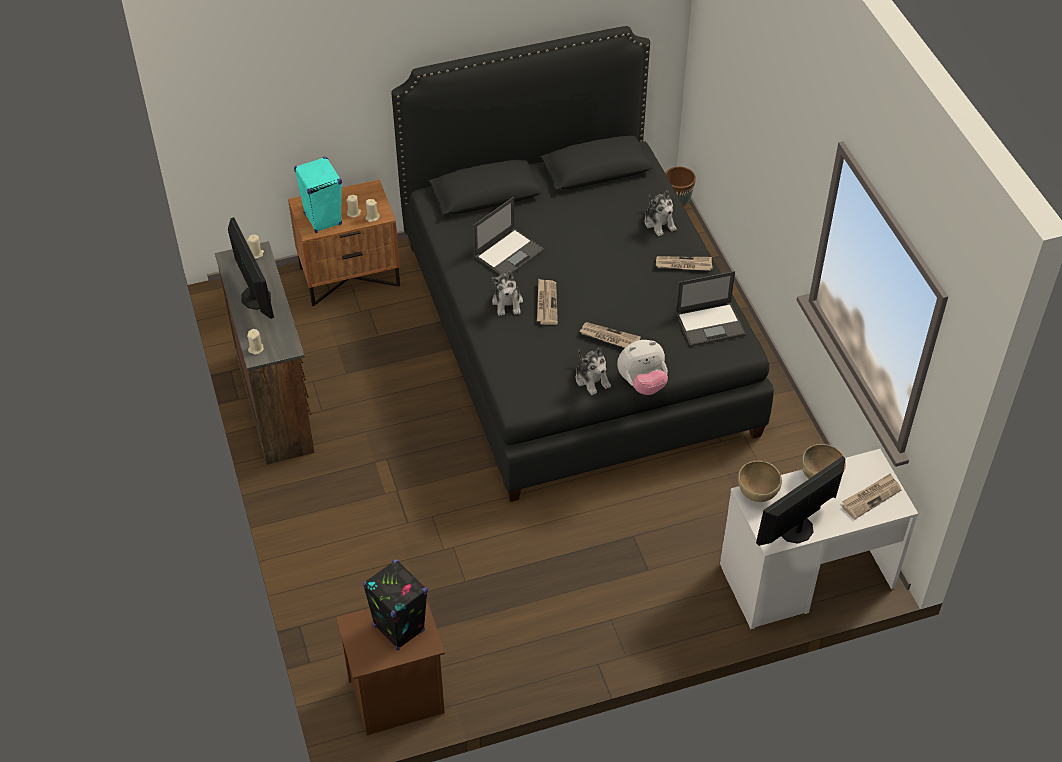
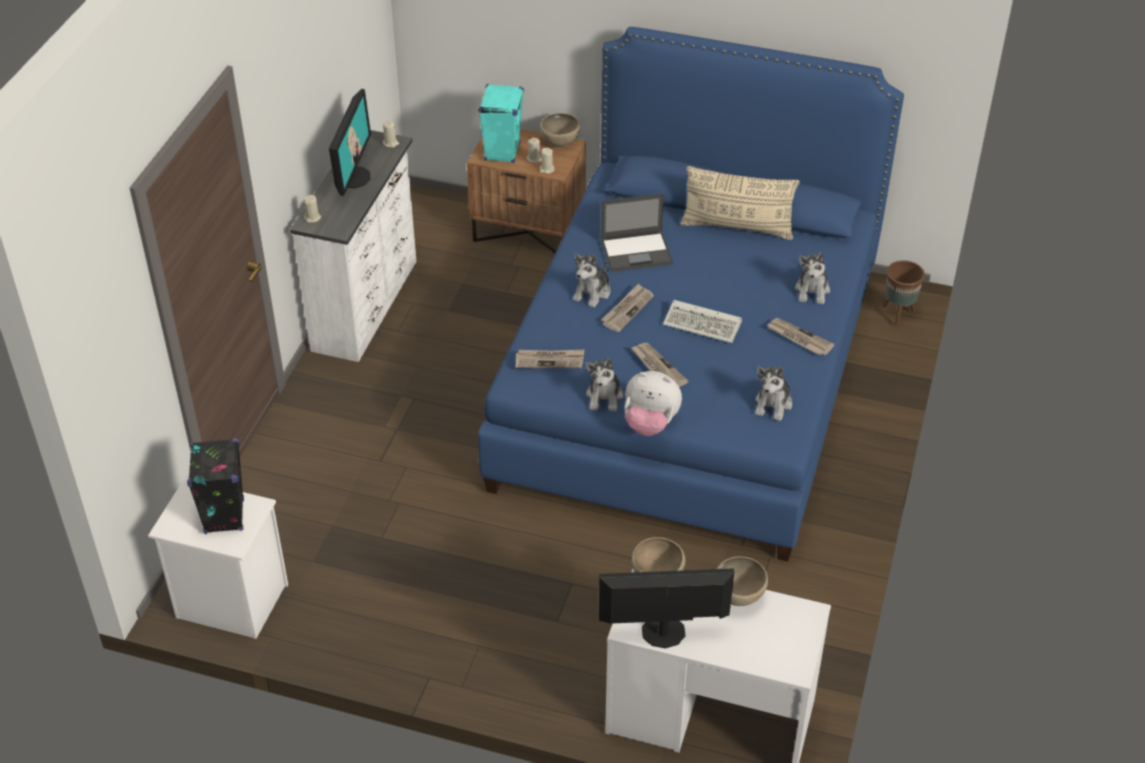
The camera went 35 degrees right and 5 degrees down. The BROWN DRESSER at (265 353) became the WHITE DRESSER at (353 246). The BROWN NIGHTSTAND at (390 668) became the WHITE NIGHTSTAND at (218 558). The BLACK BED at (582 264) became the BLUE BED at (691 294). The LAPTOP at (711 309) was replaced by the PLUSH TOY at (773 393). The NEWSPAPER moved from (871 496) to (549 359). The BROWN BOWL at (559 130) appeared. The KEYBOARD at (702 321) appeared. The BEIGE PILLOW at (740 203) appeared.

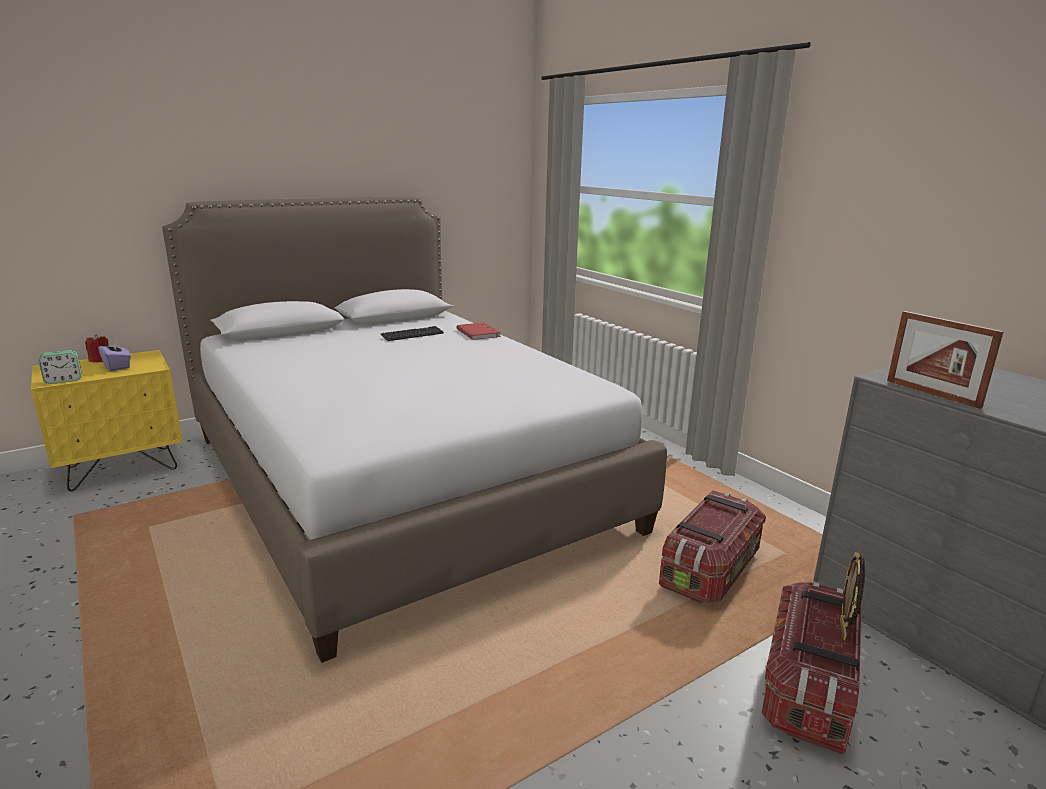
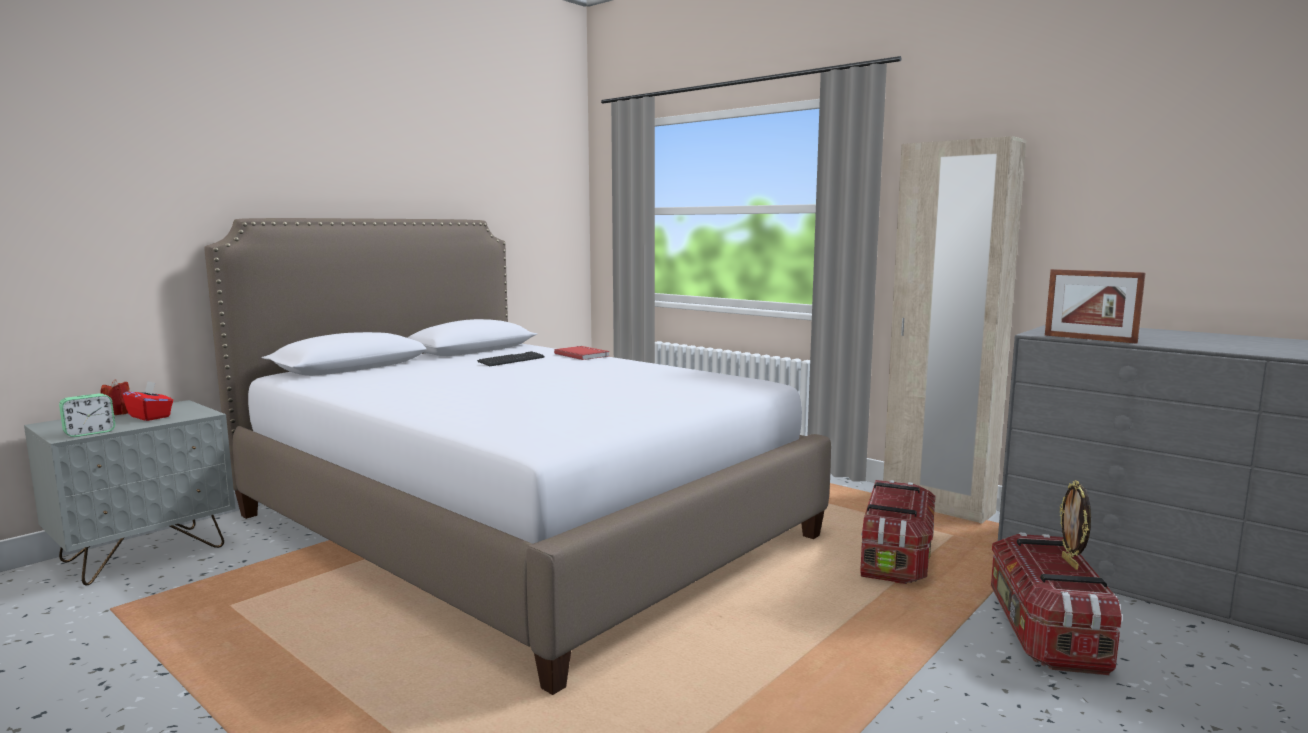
The camera went 15 degrees left and 10 degrees down. The YELLOW NIGHTSTAND at (107 420) became the GREY NIGHTSTAND at (130 492). The PURPLE TISSUE BOX at (114 354) became the RED TISSUE BOX at (147 401). The BEIGE WARDROBE at (954 330) appeared.

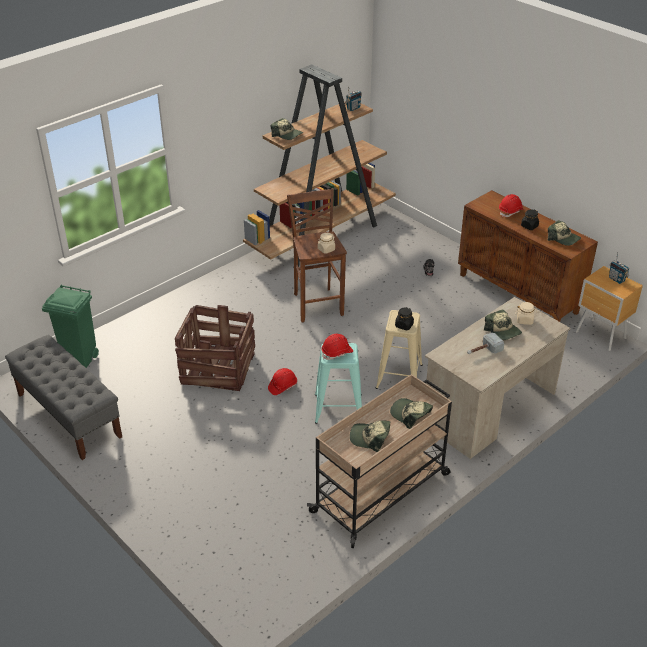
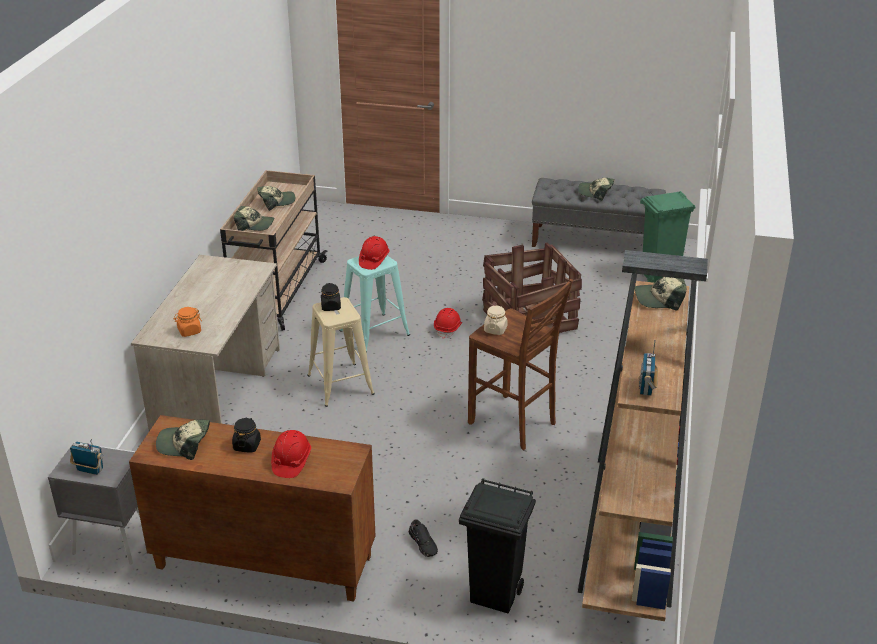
The camera went 145 degrees right and 5 degrees down. The HAMMER at (485 343) disappeared. The CAP moved from (503 325) to (596 189). The BEIGE JAR at (526 313) became the ORANGE JAR at (188 322). The BROWN NIGHTSTAND at (609 308) became the GREY NIGHTSTAND at (94 503). The BLACK TRASH CAN at (497 545) appeared.

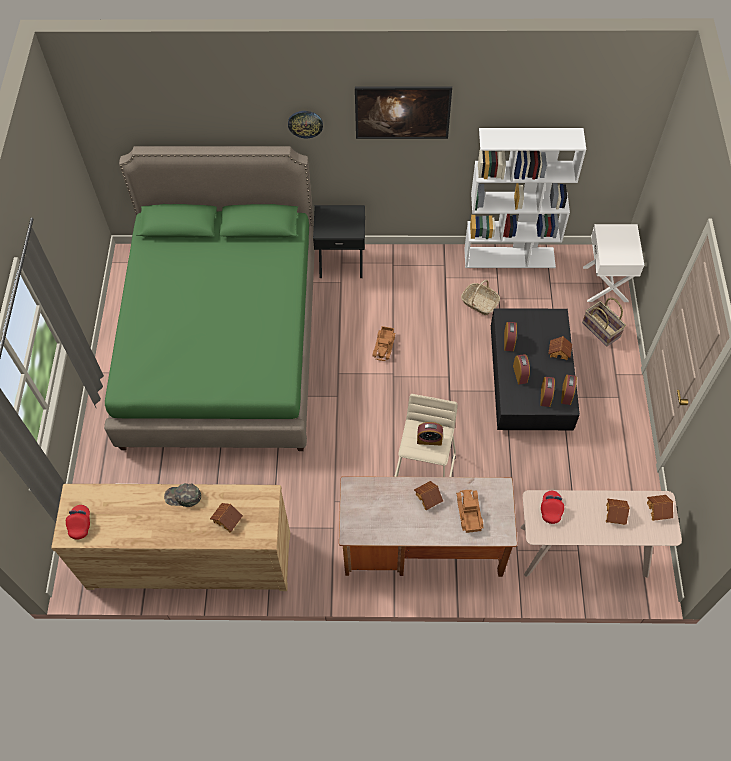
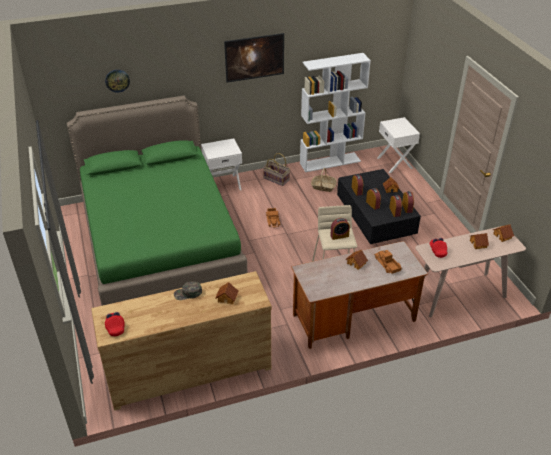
The camera went 20 degrees left and 20 degrees down. The WALL CLOCK moved from (305 124) to (117 81). The BLACK NIGHTSTAND at (339 241) became the WHITE NIGHTSTAND at (221 164). The BASKET moved from (604 322) to (276 169).

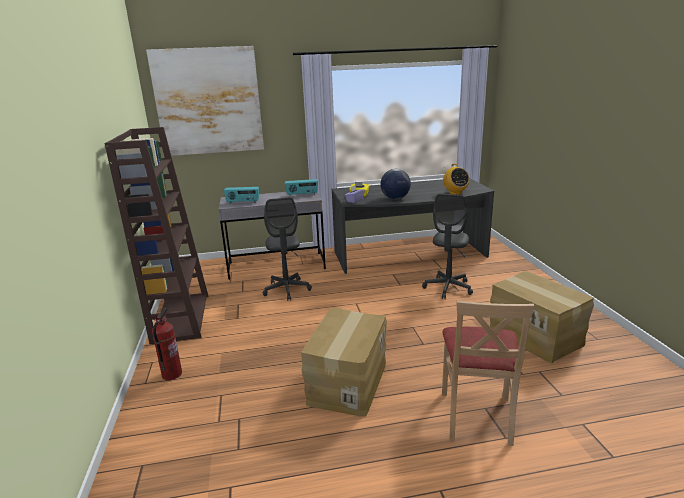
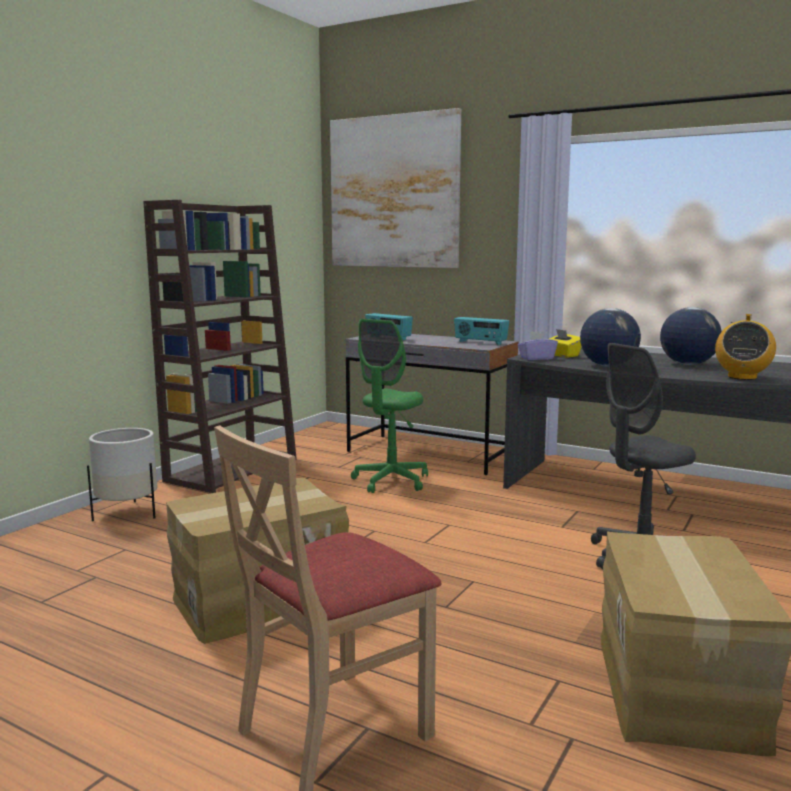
The camera went 40 degrees right and 10 degrees down. The FIRE EXTINGUISHER at (167 344) was replaced by the WHITE PLANTER at (122 474). The GREY OFFICE CHAIR at (287 249) became the GREEN OFFICE CHAIR at (389 406). The GLOBE at (691 336) appeared.

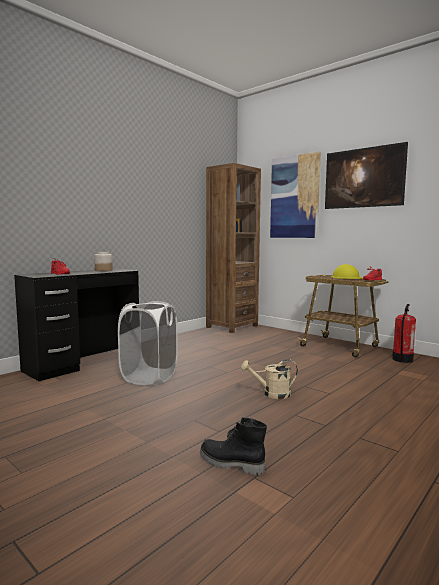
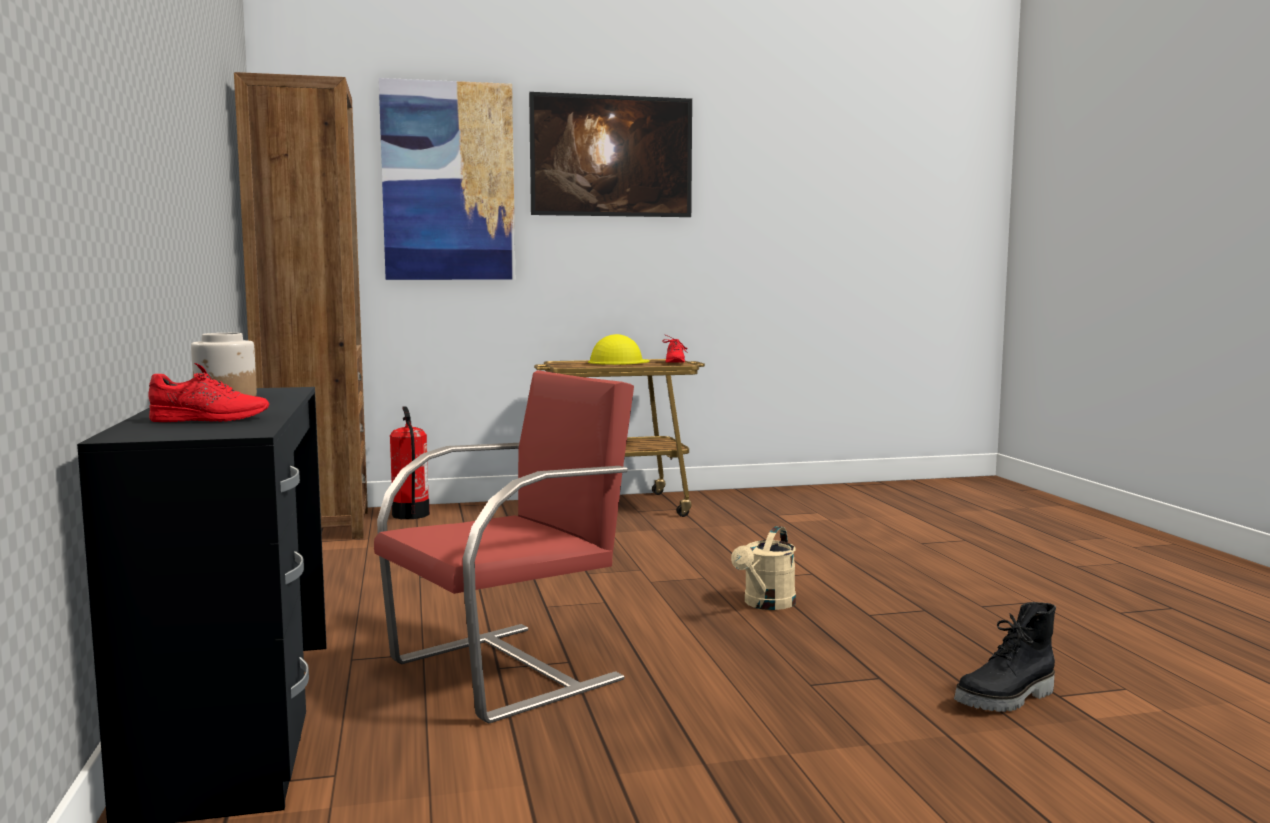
The camera went 55 degrees left and 0 degrees up. The WHITE LAUNDRY BASKET at (148 343) was replaced by the RED CHAIR at (504 547). The FIRE EXTINGUISHER moved from (404 333) to (410 462).

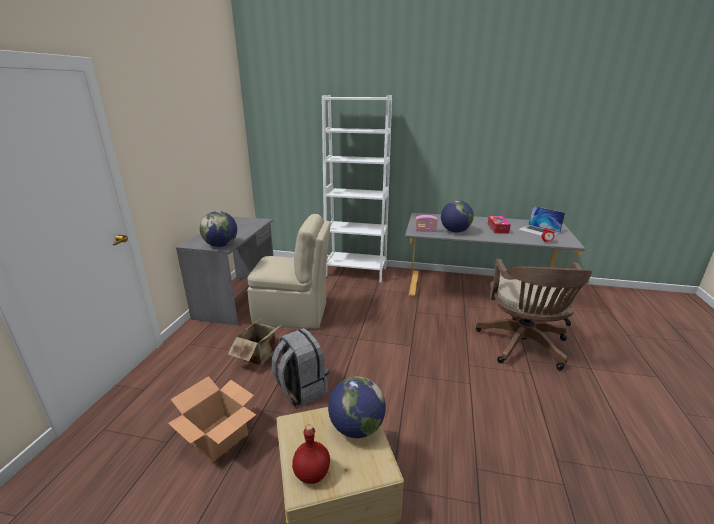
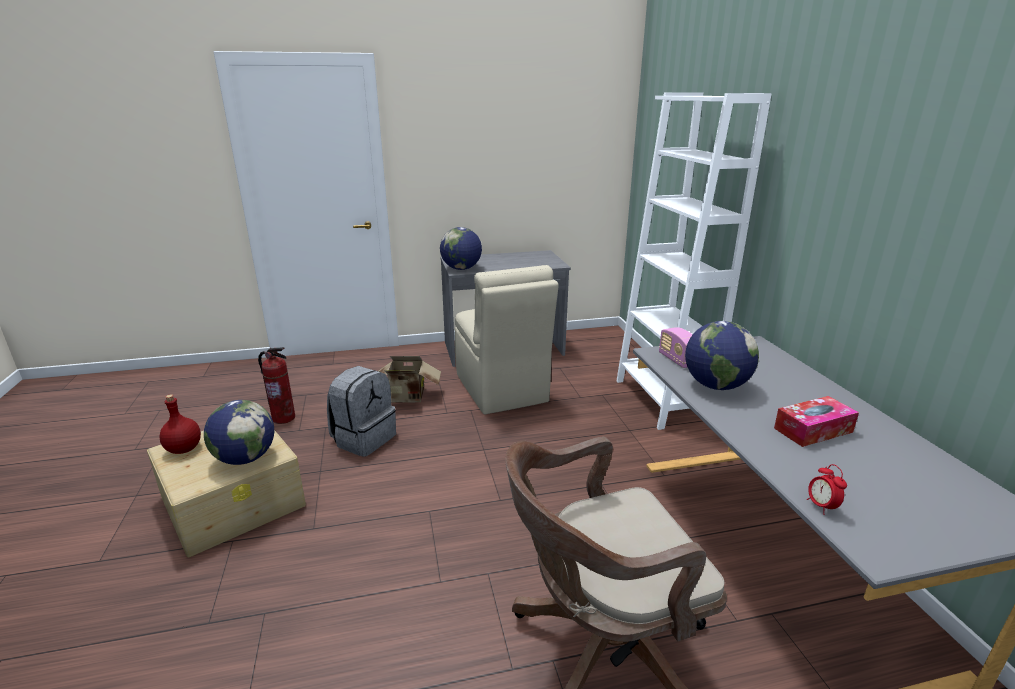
The camera went 65 degrees right and 0 degrees up. The CARDBOARD BOX at (212 419) was replaced by the FIRE EXTINGUISHER at (276 385). The LAPTOP at (541 221) disappeared.

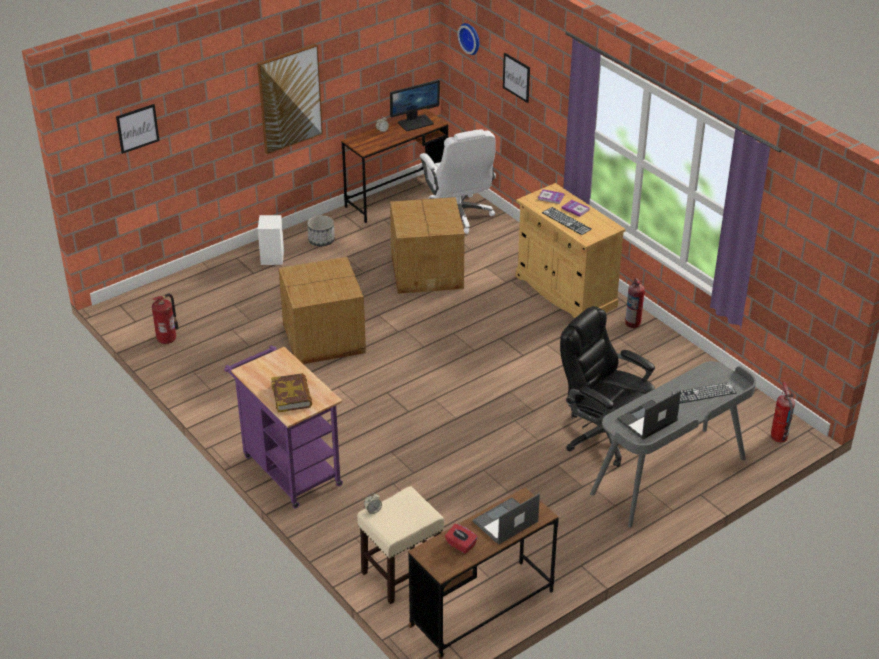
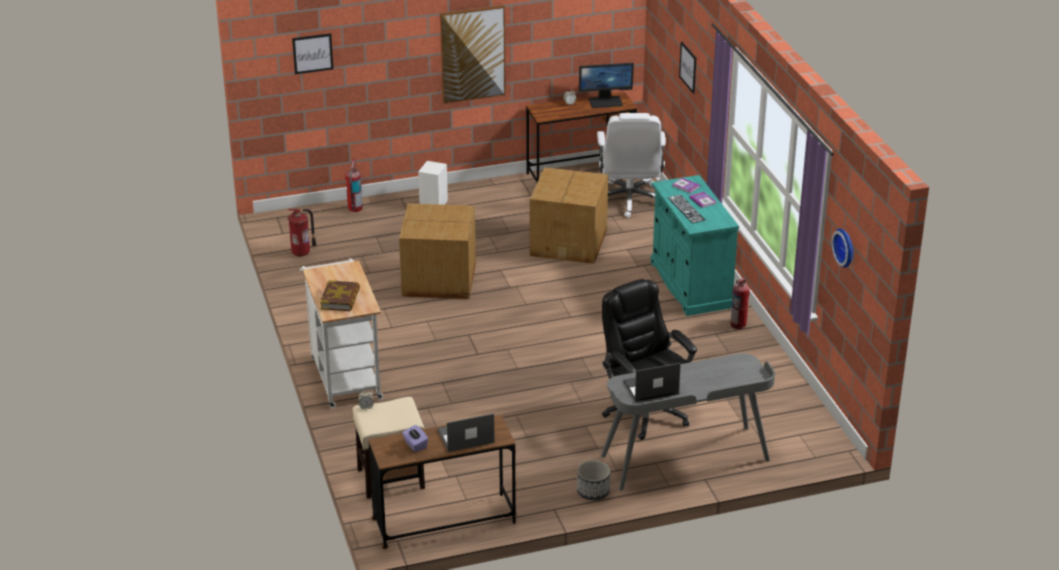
The camera went 20 degrees right and 5 degrees down. The PURPLE CART at (283 427) became the WHITE CART at (342 333). The PLANTER moved from (321 230) to (594 480). The RED TISSUE BOX at (461 539) became the PURPLE TISSUE BOX at (415 438). The WALL CLOCK moved from (468 39) to (842 248). The BEIGE CABINET at (571 251) became the TURQUOISE CABINET at (695 245). The KEYBOARD at (704 393) disappeared. The FIRE EXTINGUISHER moved from (783 412) to (354 185).

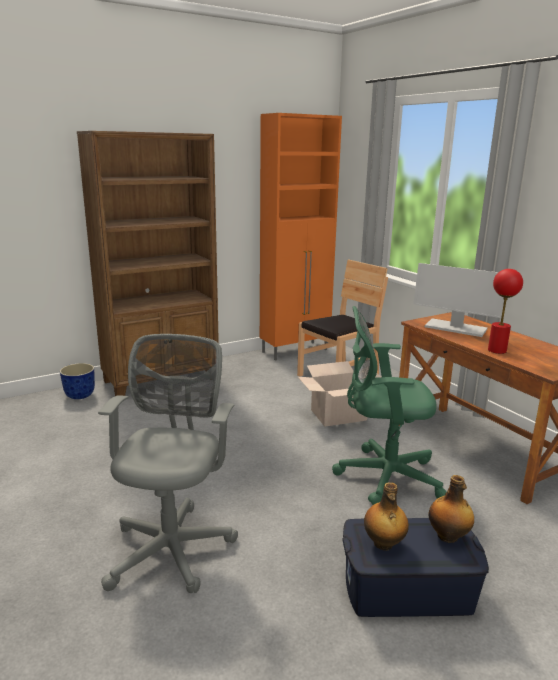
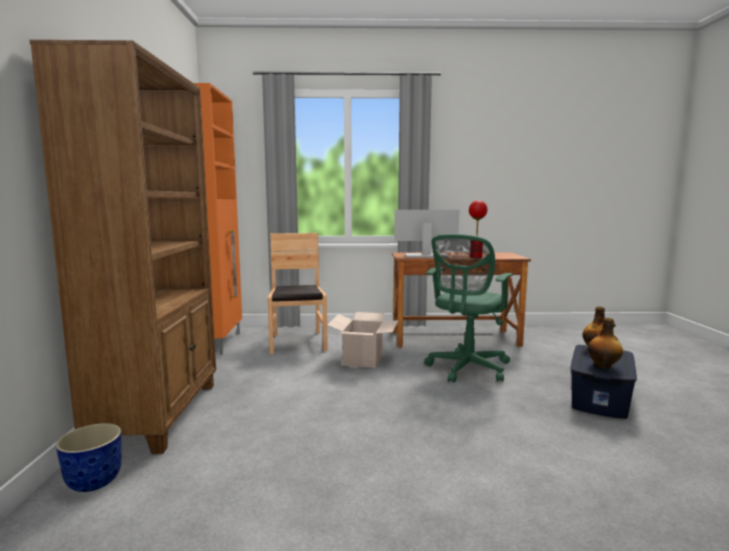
The camera went 60 degrees left and 10 degrees down. The GREY OFFICE CHAIR at (168 463) disappeared. The MONITOR at (458 300) turned 150 degrees counterclockwise.

